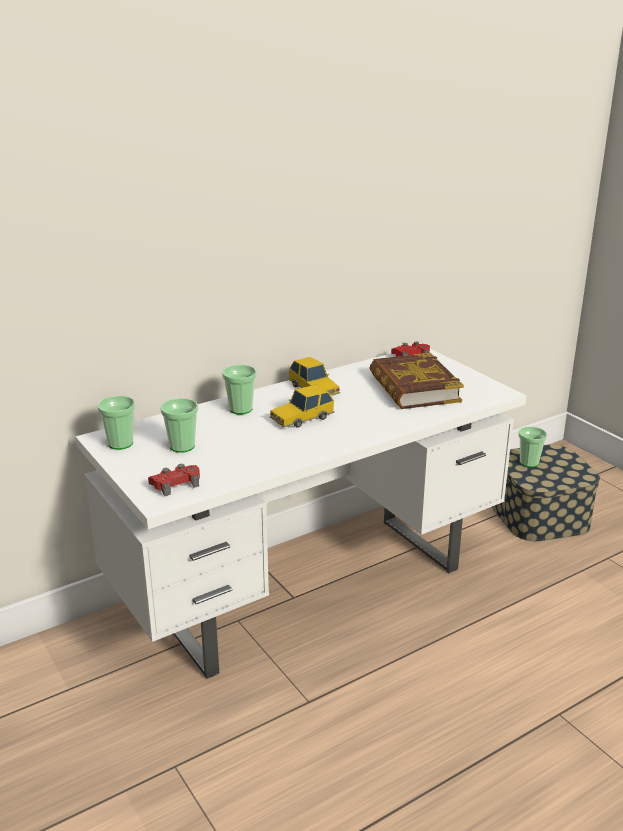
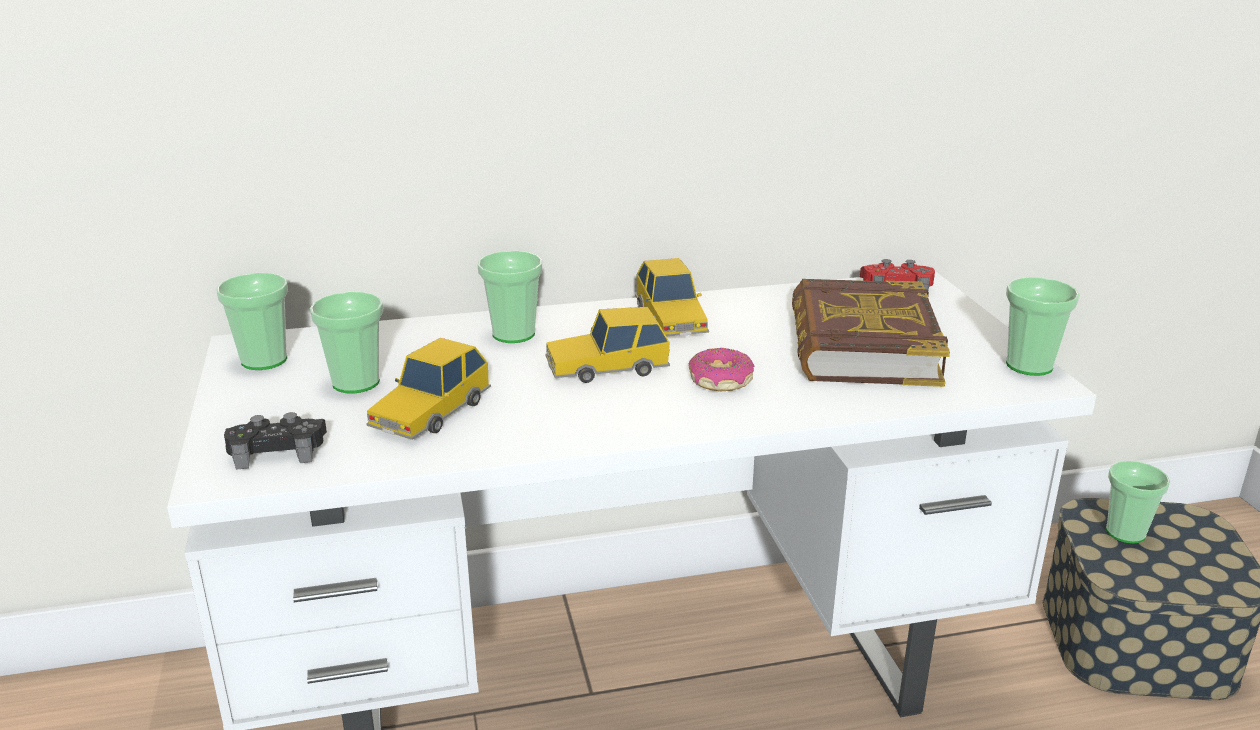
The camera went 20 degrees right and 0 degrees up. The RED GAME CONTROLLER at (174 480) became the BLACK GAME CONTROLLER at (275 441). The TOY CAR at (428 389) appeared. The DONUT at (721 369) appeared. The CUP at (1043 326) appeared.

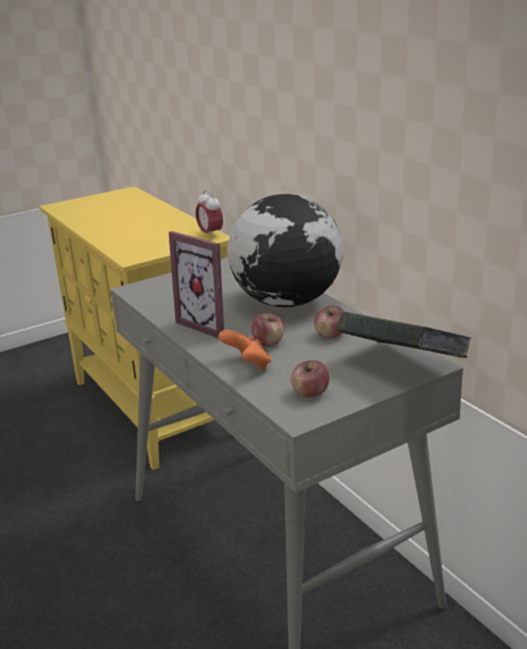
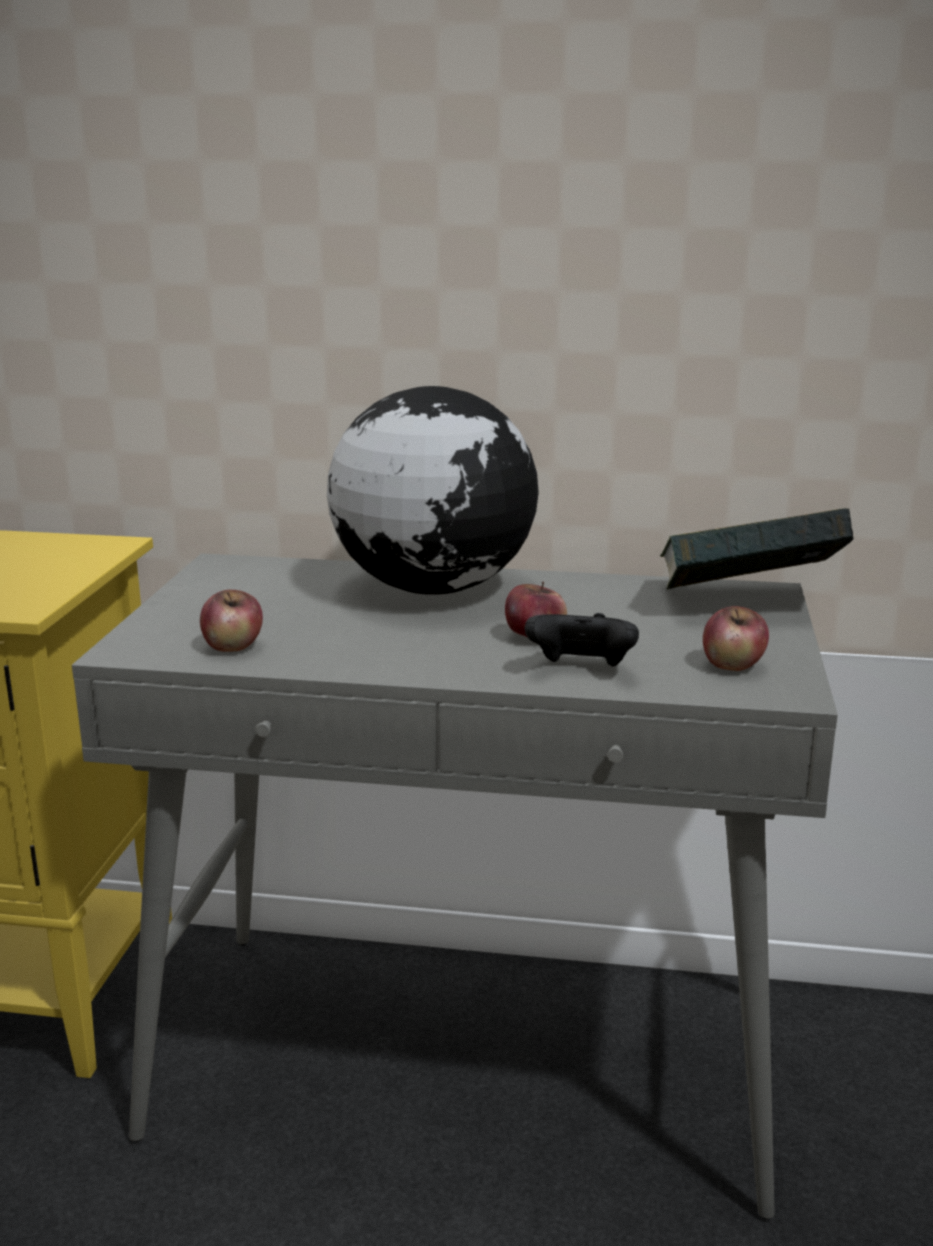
The camera went 50 degrees left and 5 degrees down. The PICTURE FRAME at (198 285) disappeared. The ALARM CLOCK at (209 214) disappeared. The ORANGE GAME CONTROLLER at (244 350) became the BLACK GAME CONTROLLER at (581 639). The APPLE moved from (329 322) to (231 621).

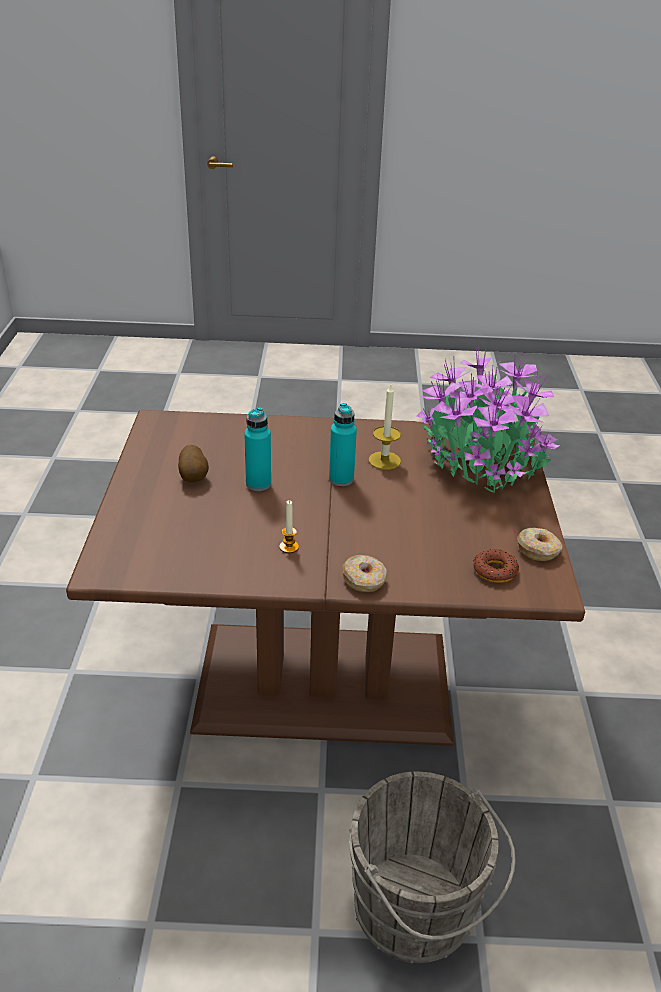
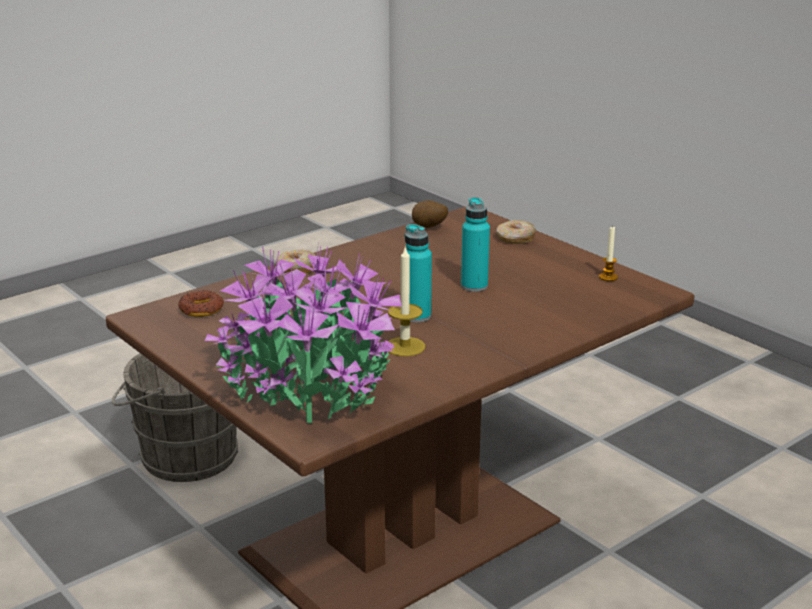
The camera went 140 degrees right and 10 degrees down. The POTATO moved from (193 464) to (430 214). The CANDLE moved from (289 526) to (608 253). The DONUT moved from (539 544) to (516 232).

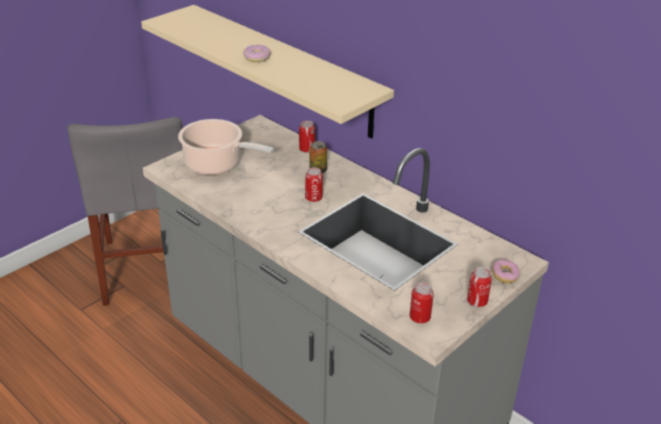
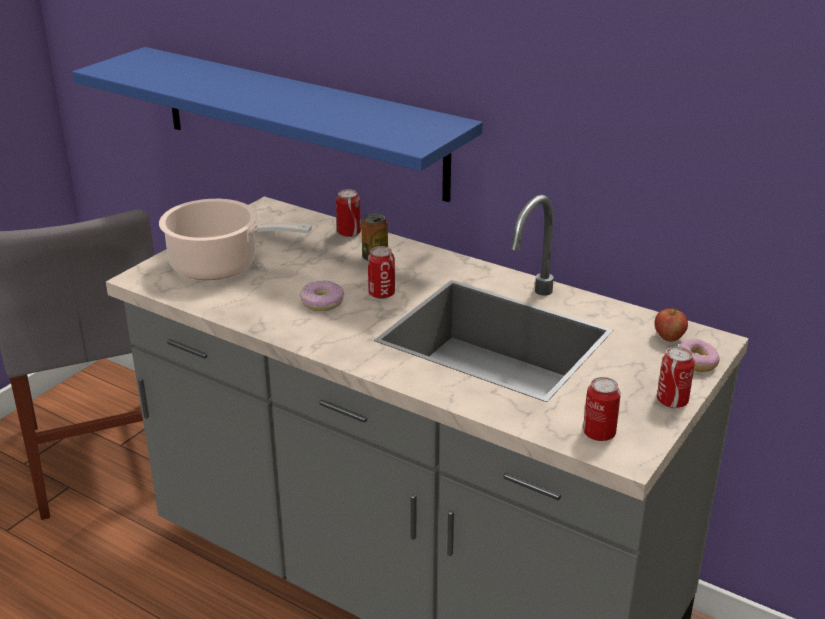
The camera went 10 degrees left and 5 degrees down. The BEIGE SHELF at (267 72) became the BLUE SHELF at (277 124). The DONUT moved from (257 53) to (322 295). The APPLE at (671 324) appeared.

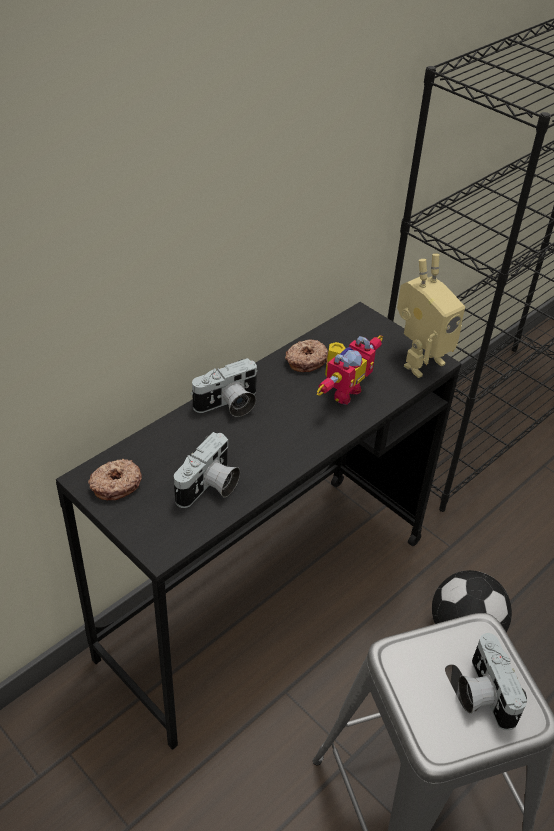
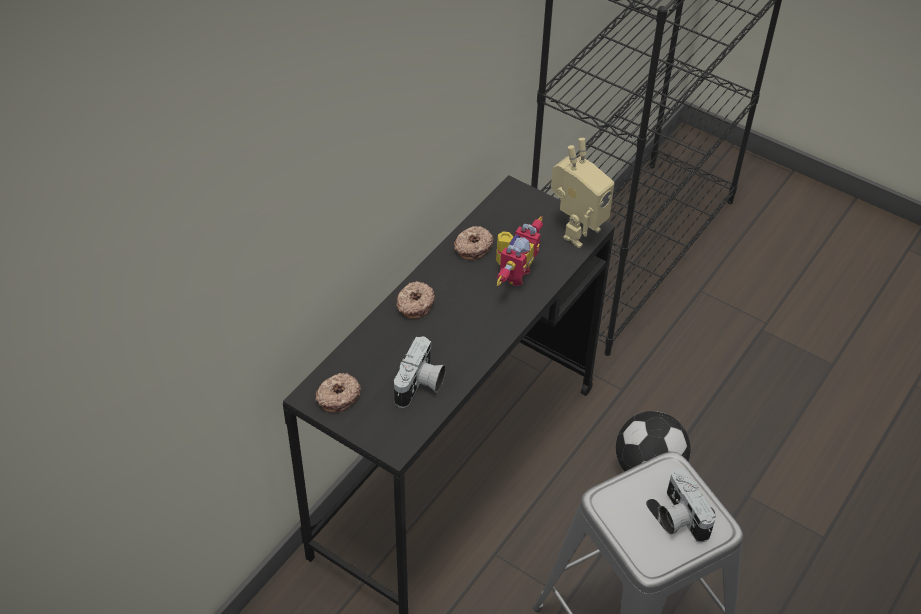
The camera went 10 degrees left and 5 degrees up. The PHOTO CAMERA at (224 387) was replaced by the DONUT at (415 300).

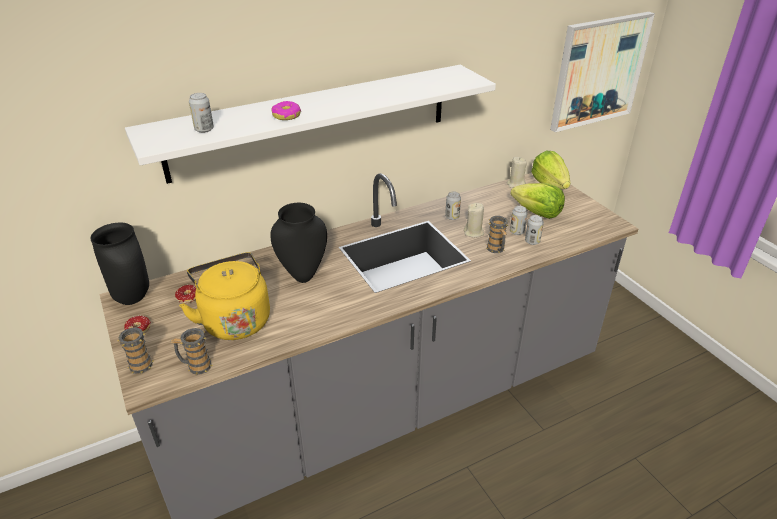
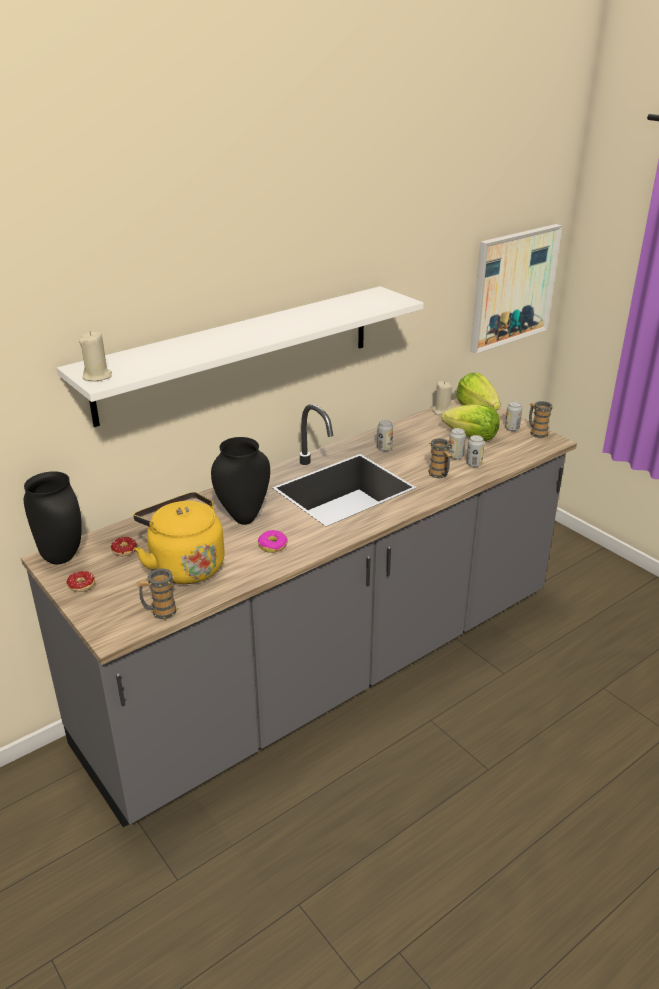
The camera went 10 degrees left and 5 degrees down. The MUG moved from (135 350) to (541 419). The CAN moved from (201 113) to (513 416). The DONUT moved from (286 110) to (273 541). The BEIGE CANDLE moved from (474 220) to (95 356).

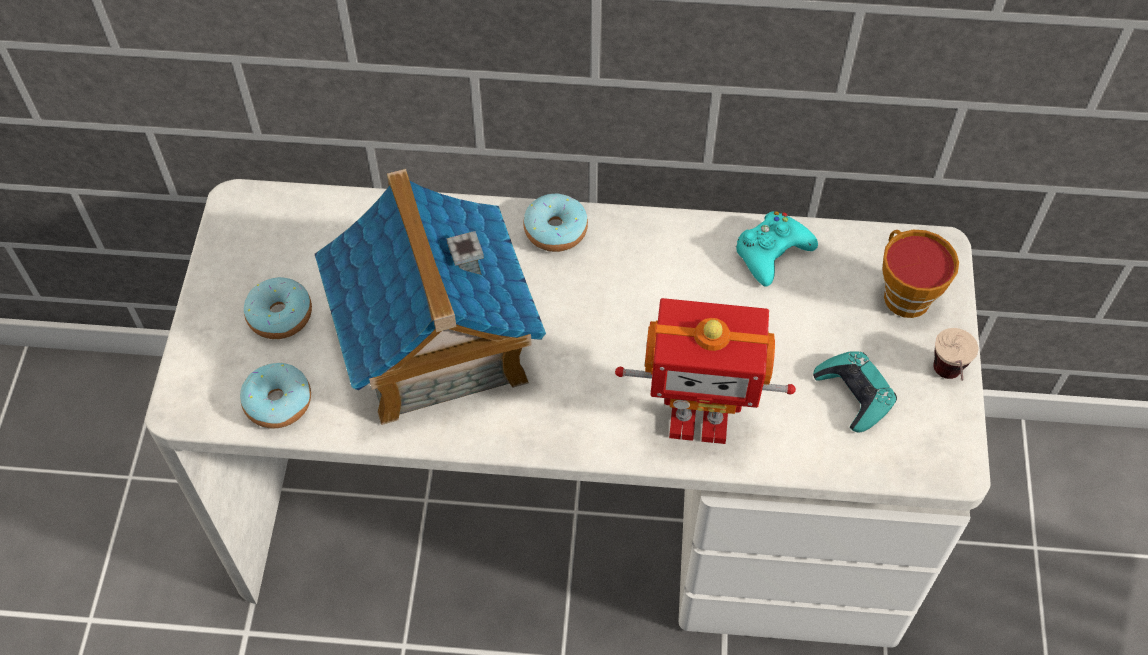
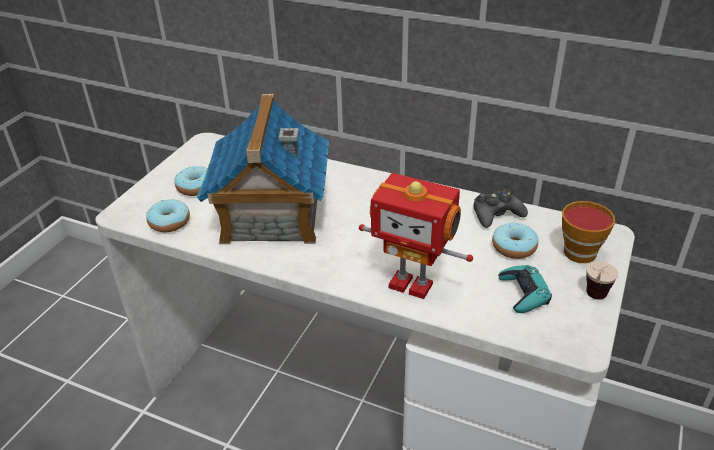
The camera went 20 degrees right and 20 degrees down. The DONUT moved from (555 223) to (515 241). The TURQUOISE GAME CONTROLLER at (777 249) became the BLACK GAME CONTROLLER at (501 208).

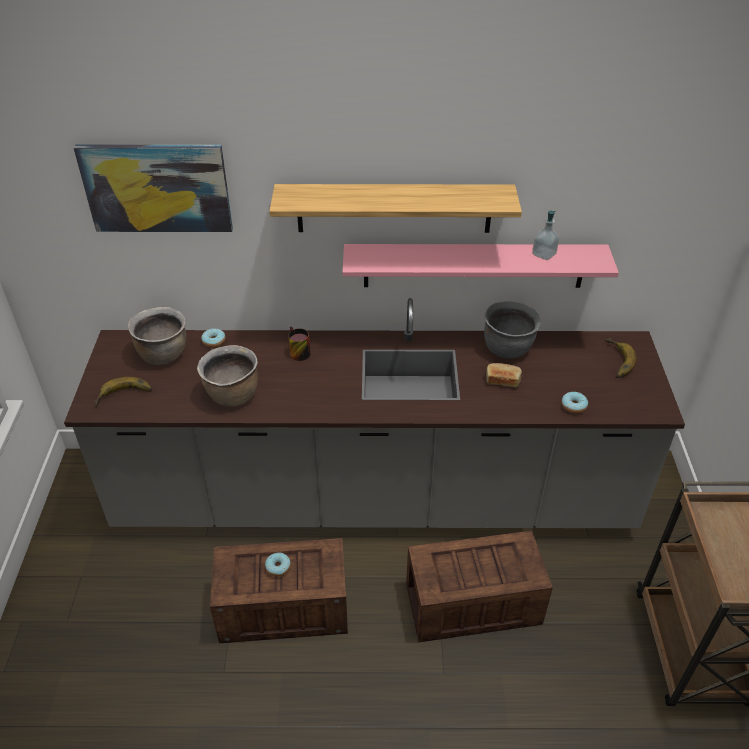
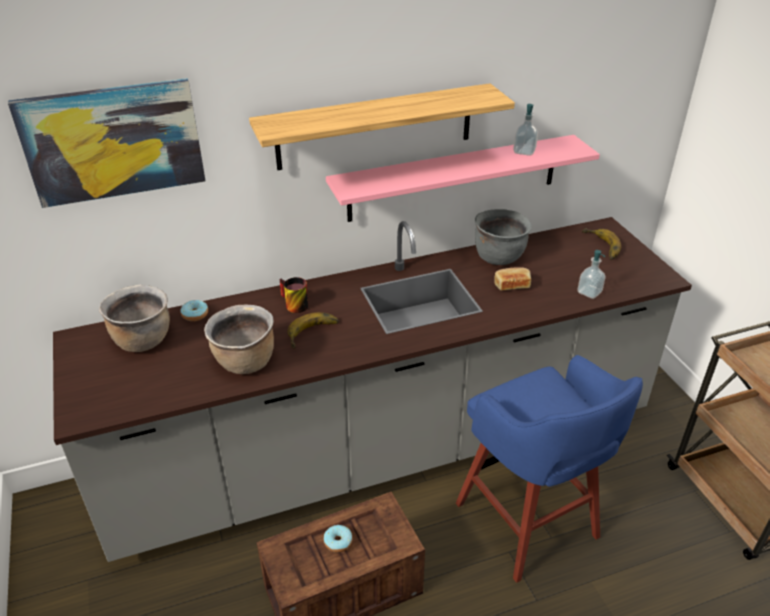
The camera went 20 degrees left and 5 degrees down. The BANANA moved from (123 391) to (313 330). The CRATE at (479 586) was replaced by the BLUE STOOL at (549 469). The DONUT at (574 403) was replaced by the SOAP DISPENSER at (591 274).

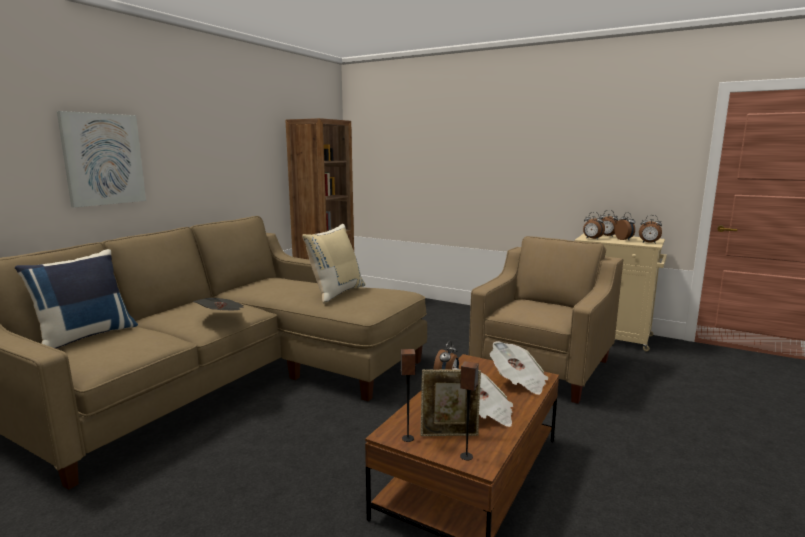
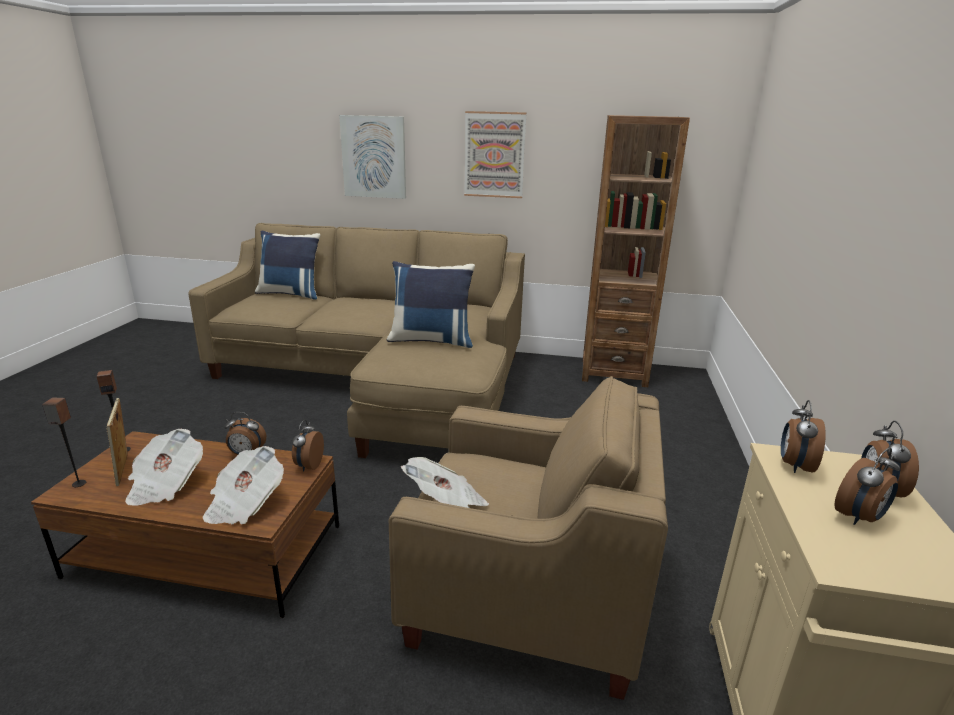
The camera went 70 degrees right and 10 degrees up. The NEWSPAPER moved from (218 304) to (445 482). The BEIGE PILLOW at (334 264) became the BLUE PILLOW at (431 304). The ALARM CLOCK moved from (650 229) to (308 446). The PICTURE at (495 154) appeared.

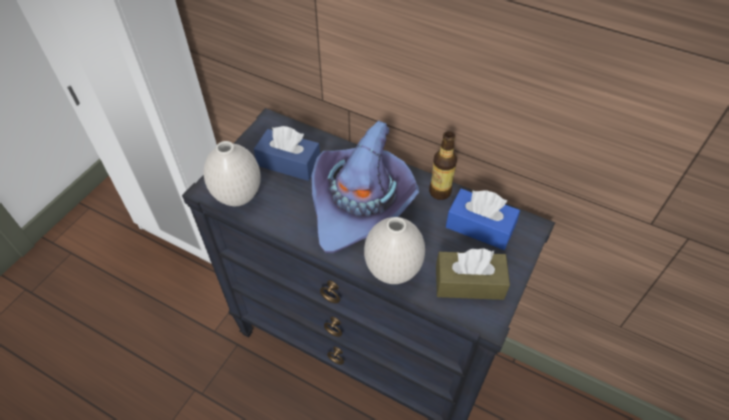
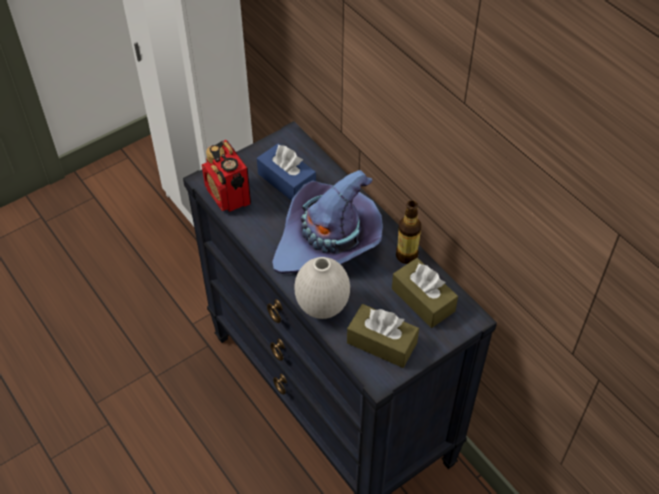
The camera went 25 degrees right and 0 degrees up. The WHITE VASE at (232 173) was replaced by the RADIO at (226 176). The BLUE TISSUE BOX at (483 219) became the BROWN TISSUE BOX at (425 293).

